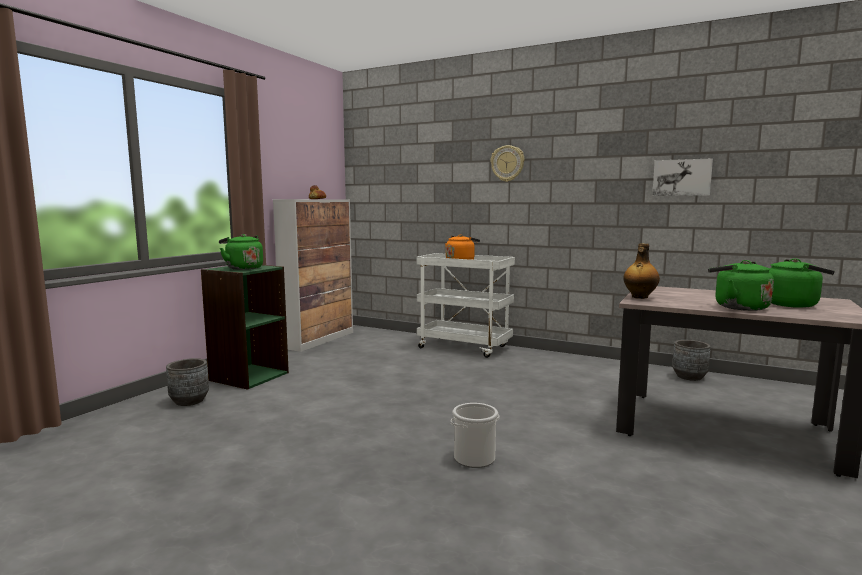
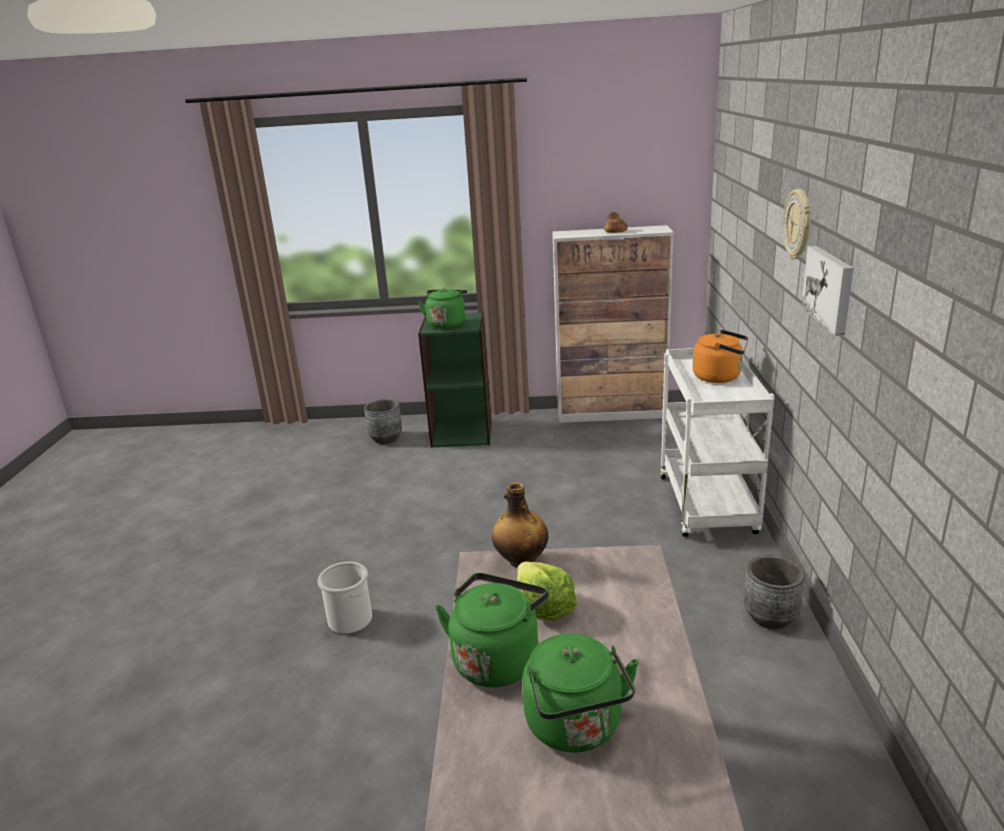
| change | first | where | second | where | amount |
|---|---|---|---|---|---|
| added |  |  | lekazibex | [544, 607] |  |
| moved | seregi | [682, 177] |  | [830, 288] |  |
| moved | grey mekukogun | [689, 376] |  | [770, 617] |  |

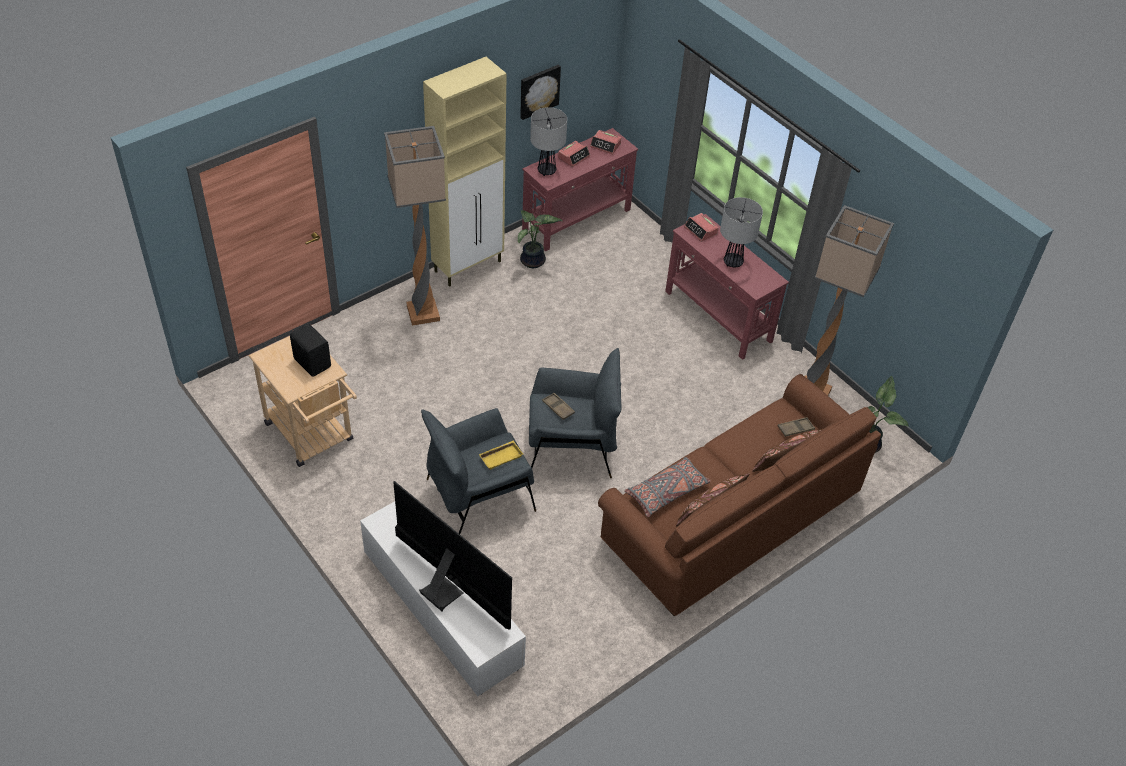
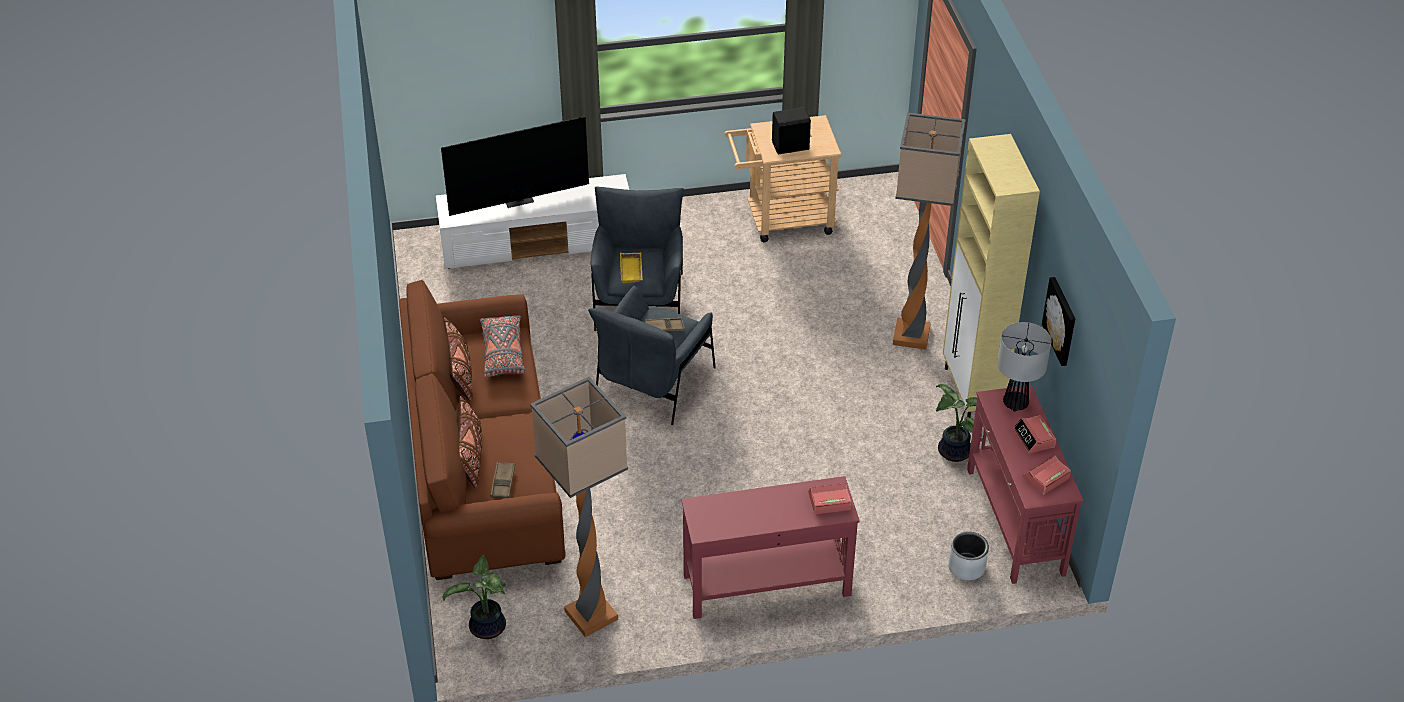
| change | first | where | second | where | amount |
|---|---|---|---|---|---|
| removed | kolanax | [732, 262] |  |  |  |
| added |  |  | grey mekukogun | [966, 567] |  |

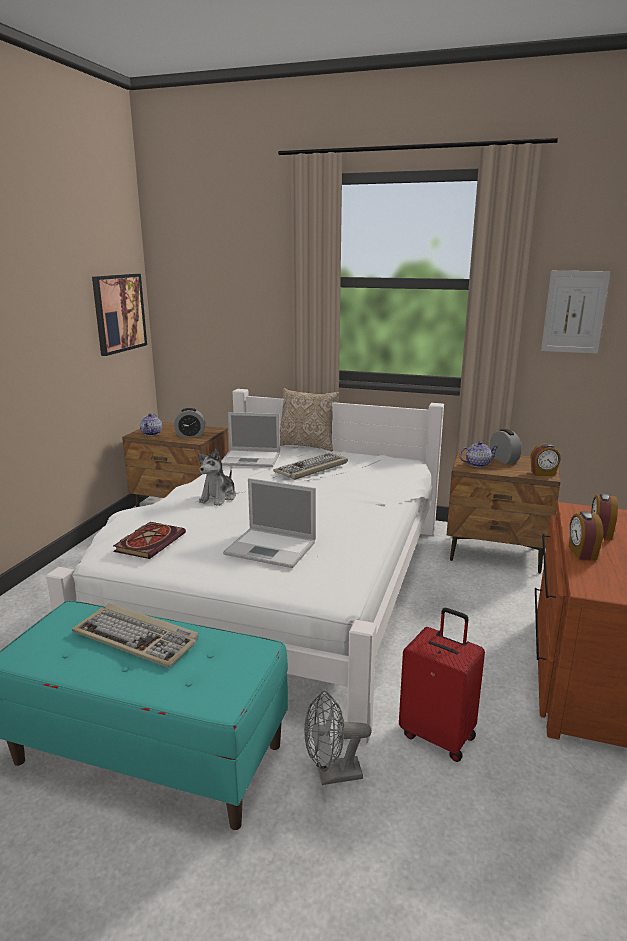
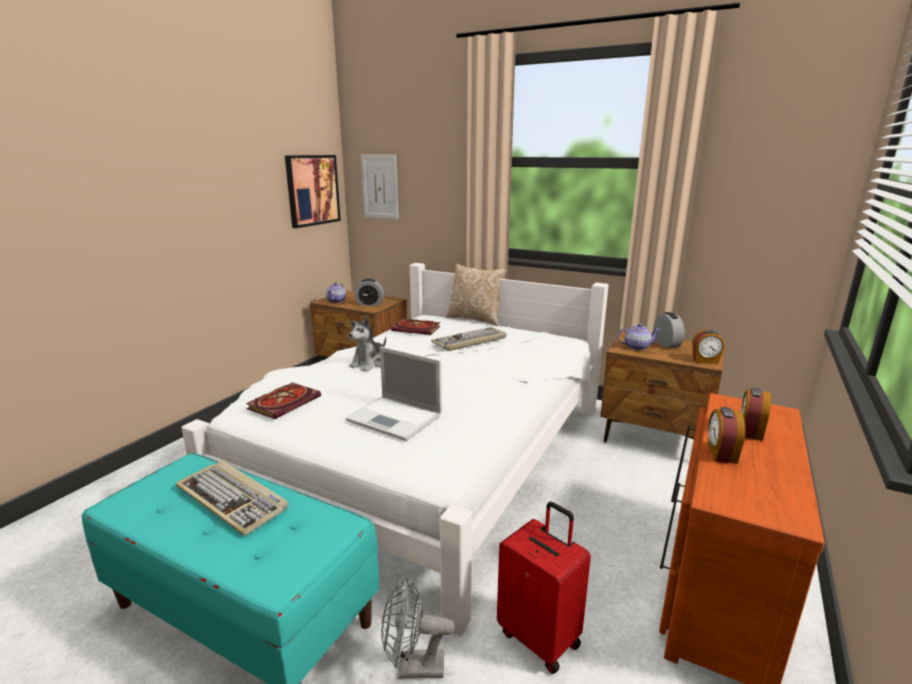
| change | first | where | second | where | amount |
|---|---|---|---|---|---|
| moved | seregi | [574, 312] |  | [379, 186] |  |
| replaced | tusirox | [252, 459] | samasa | [417, 329] |  |

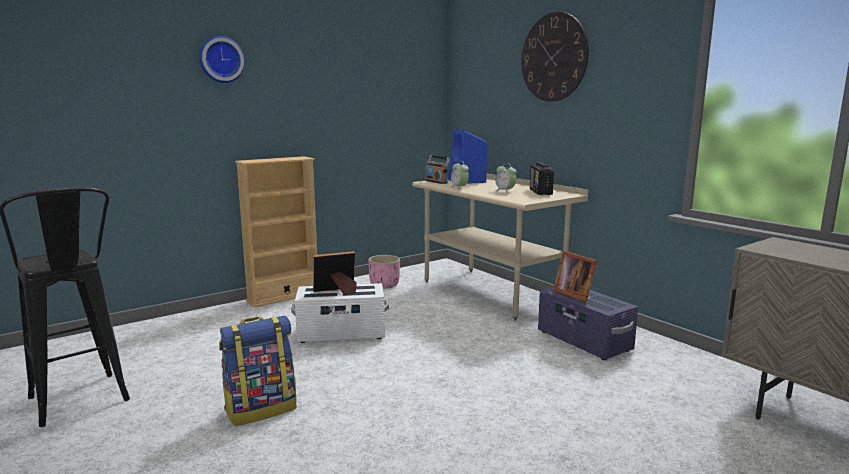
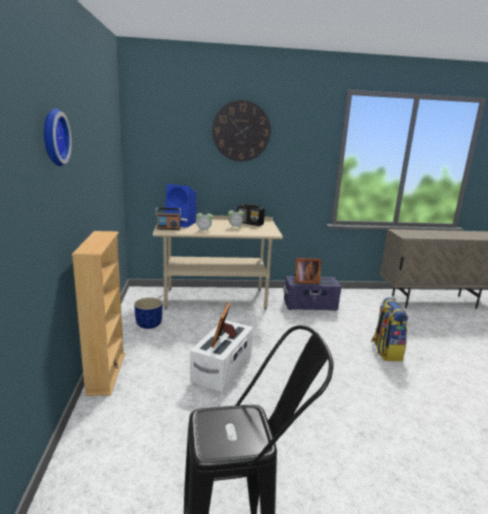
| change | first | where | second | where | amount |
|---|---|---|---|---|---|
| moved | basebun | [261, 409] |  | [386, 351] |  |
| recoloured | pink mekukogun | [384, 285] | blue mekukogun | [149, 324] |  |

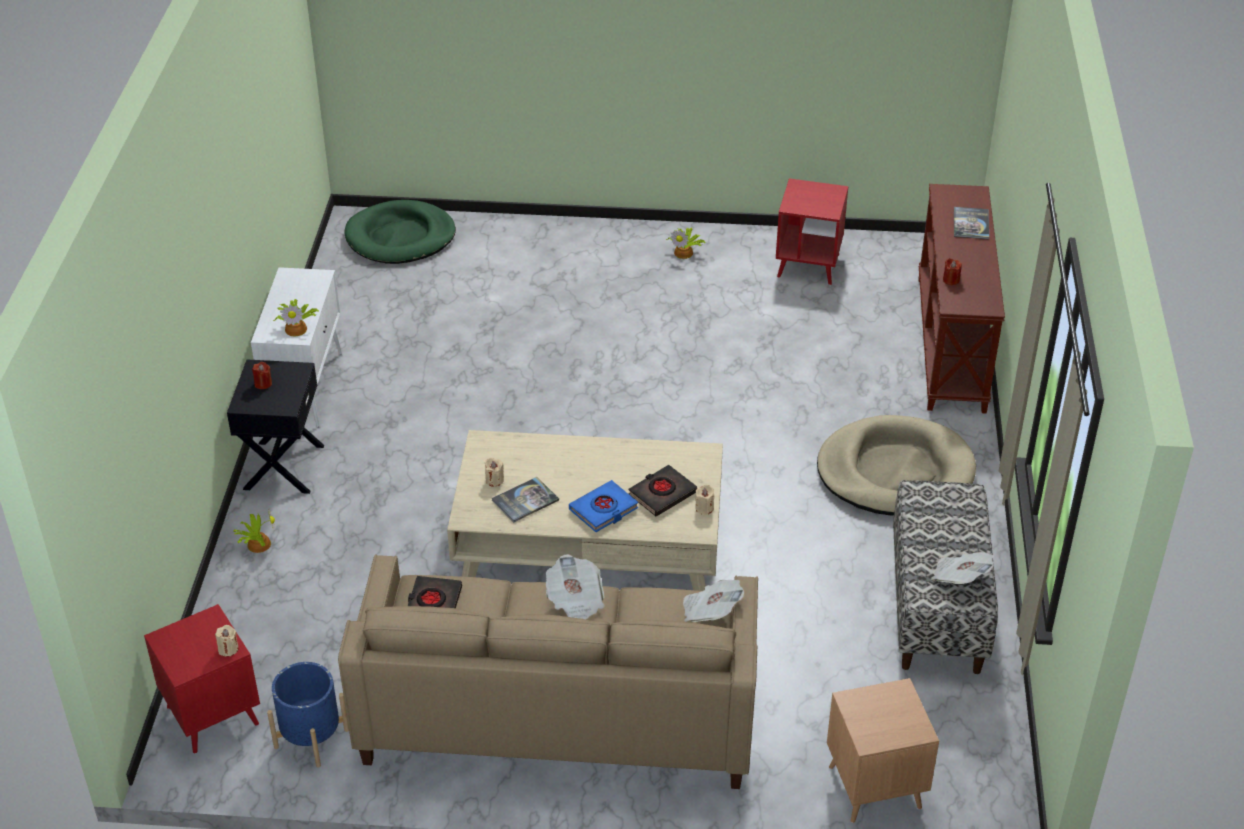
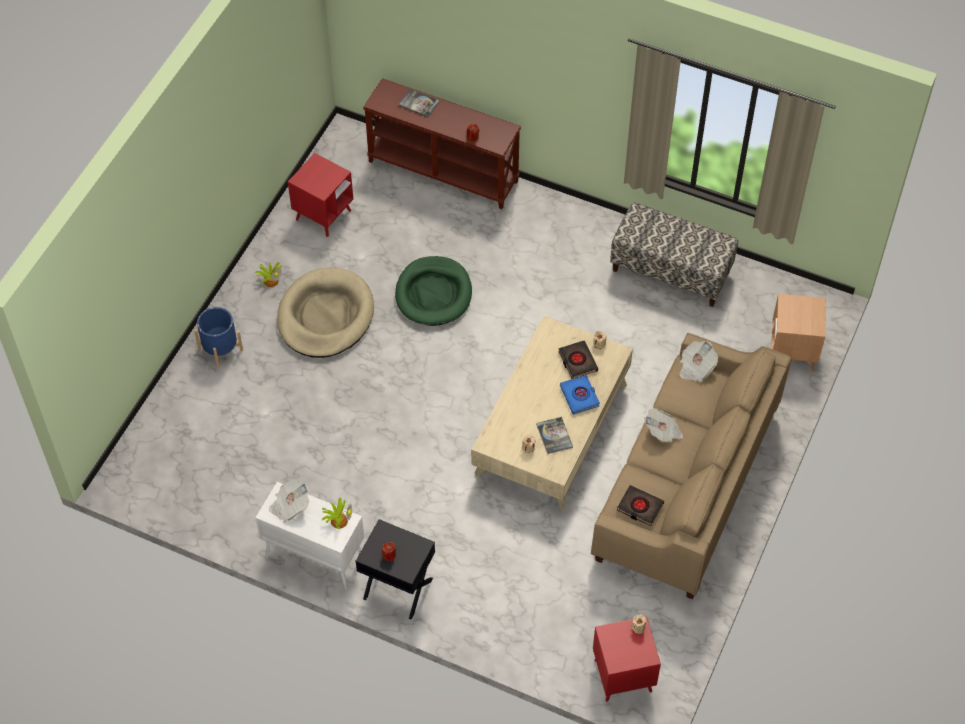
| change | first | where | second | where | amount |
|---|---|---|---|---|---|
| removed | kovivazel | [257, 544] |  |  |  |
| moved | blue mekukogun | [311, 738] |  | [220, 349] |  |
| moved | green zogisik | [400, 237] |  | [433, 294] |  |
| moved | beige zogisik | [895, 472] |  | [325, 316] |  |
| moved | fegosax | [959, 578] |  | [290, 506] |  |

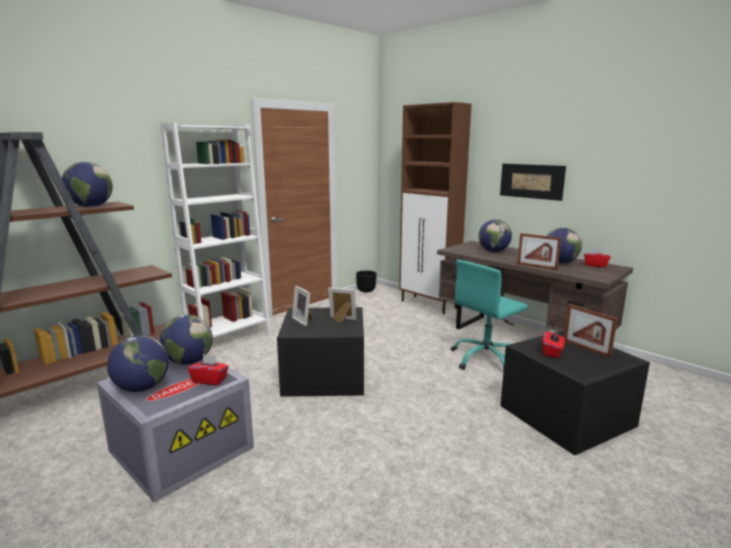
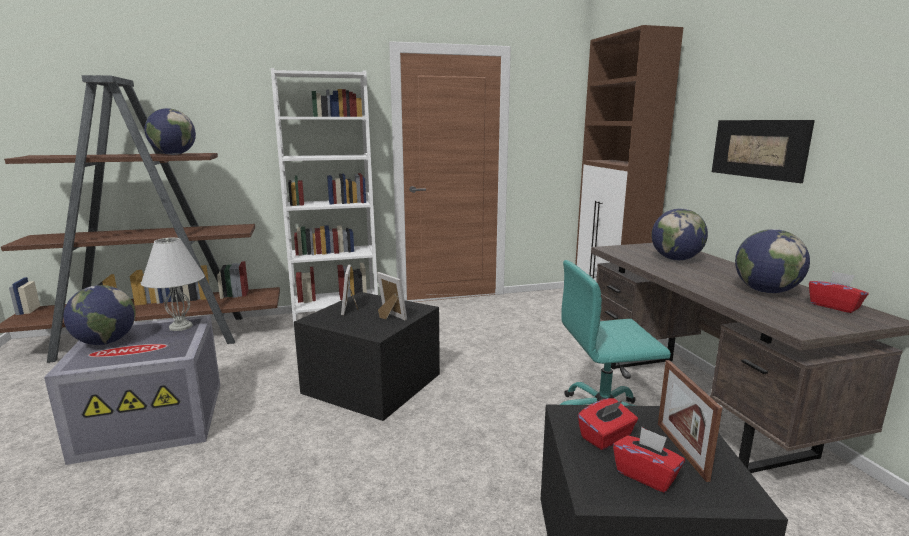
| change | first | where | second | where | amount |
|---|---|---|---|---|---|
| removed | black mekukogun | [366, 291] |  |  |  |
| removed | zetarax | [537, 266] |  |  |  |
| moved | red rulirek | [210, 380] |  | [646, 475] |  |
| replaced | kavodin | [189, 362] | white kolanax | [181, 327] |  |

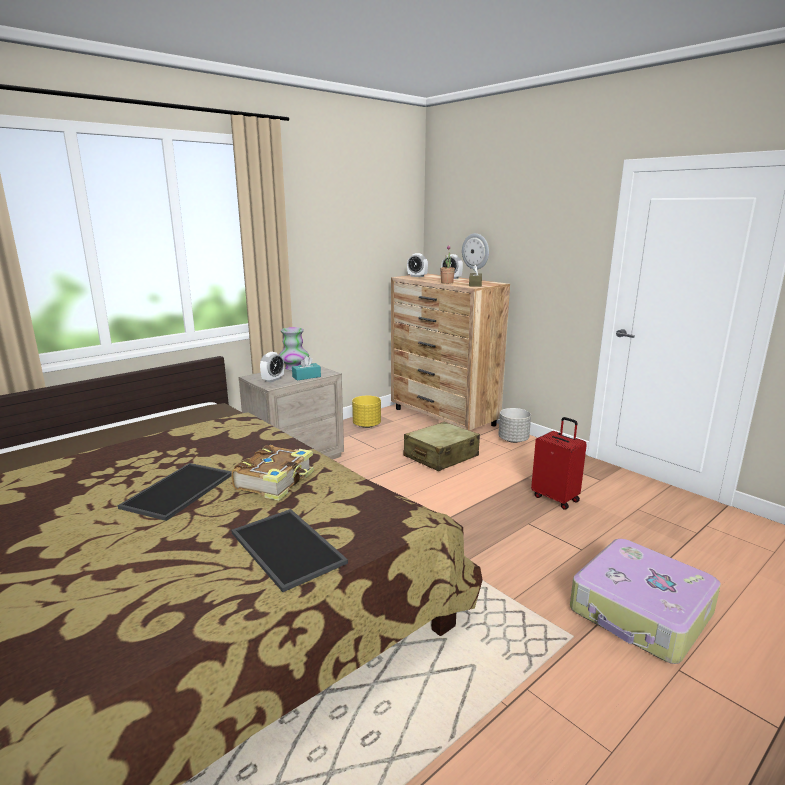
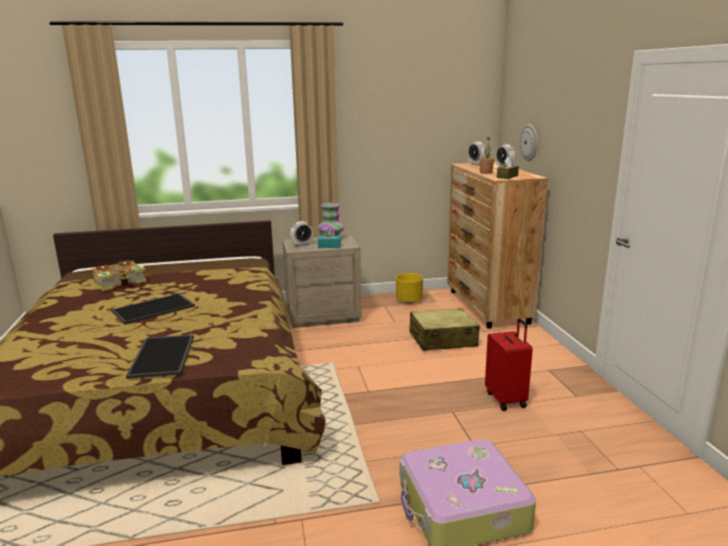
| change | first | where | second | where | amount |
|---|---|---|---|---|---|
| removed | grey mekukogun | [513, 440] |  |  |  |
| moved | samasa | [276, 481] |  | [120, 282] |  |

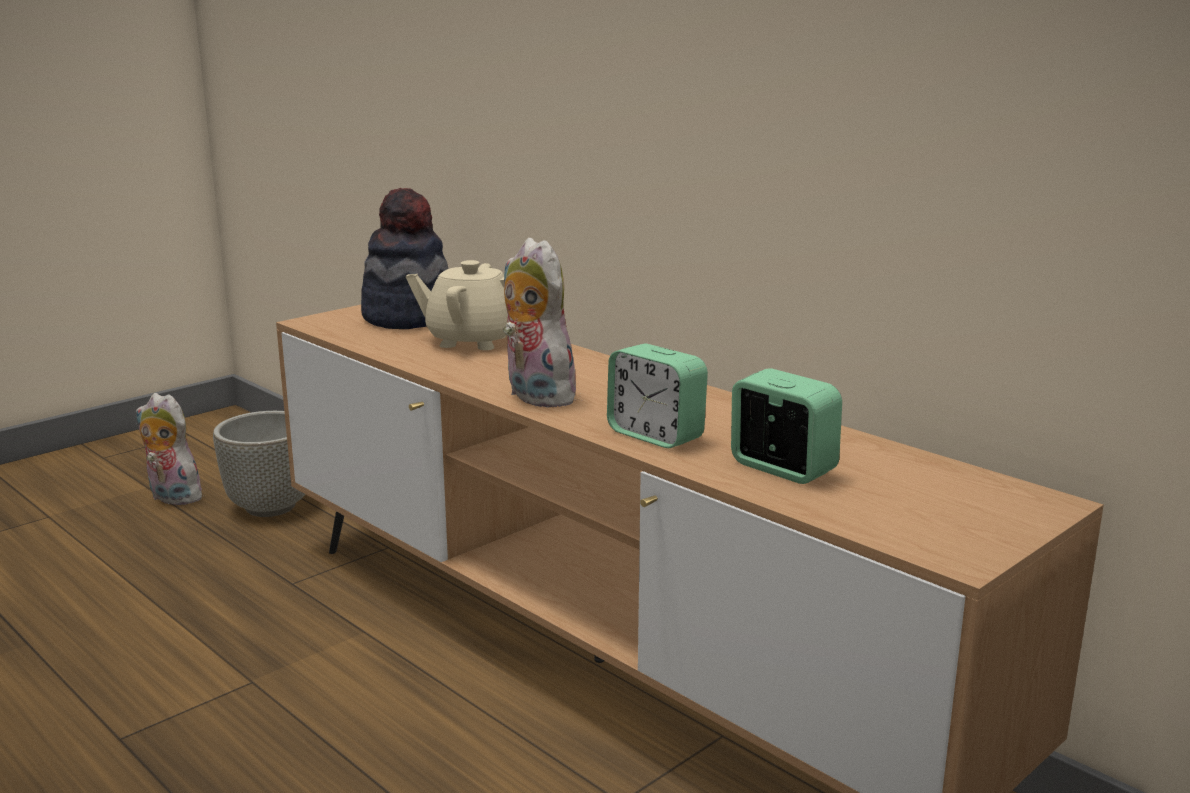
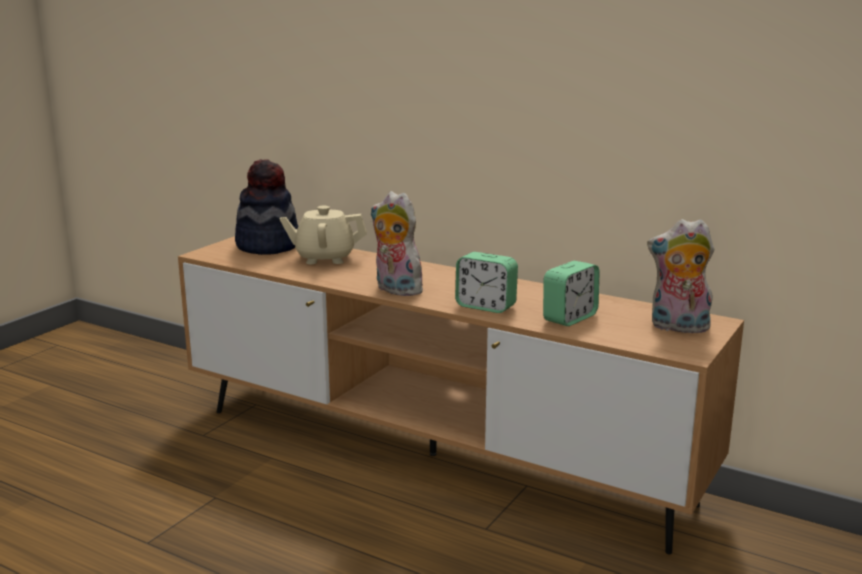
| change | first | where | second | where | amount |
|---|---|---|---|---|---|
| removed | grey mekukogun | [271, 507] |  |  |  |
| moved | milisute | [171, 498] |  | [678, 328] |  |
| turned | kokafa | [782, 468] |  | [569, 318] | 105 degrees clockwise |

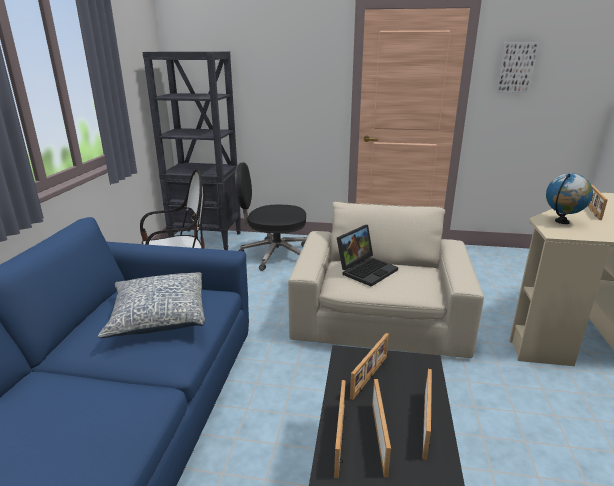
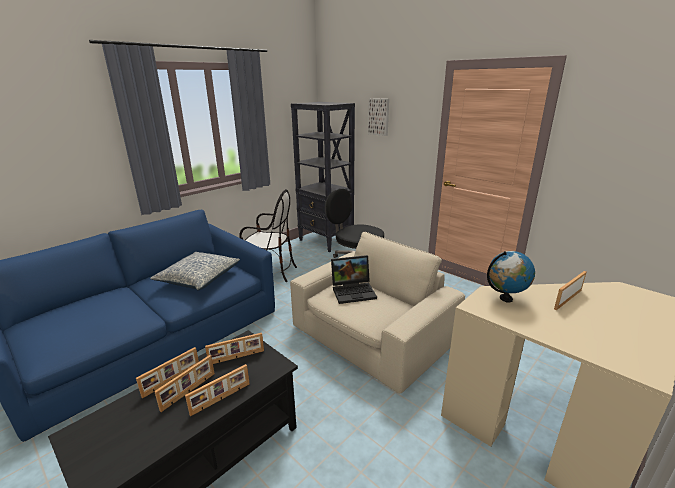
| change | first | where | second | where | amount |
|---|---|---|---|---|---|
| moved | seregi | [516, 68] |  | [379, 116] |  |

